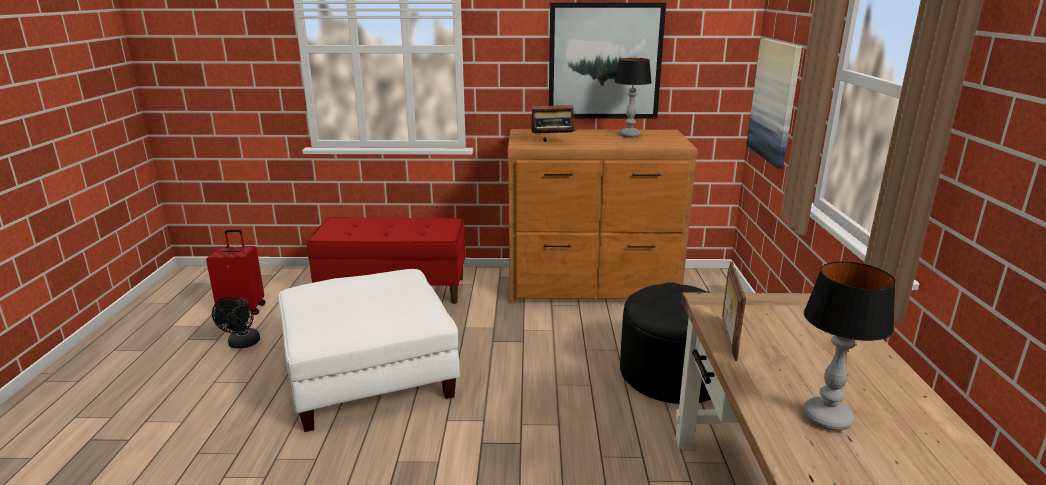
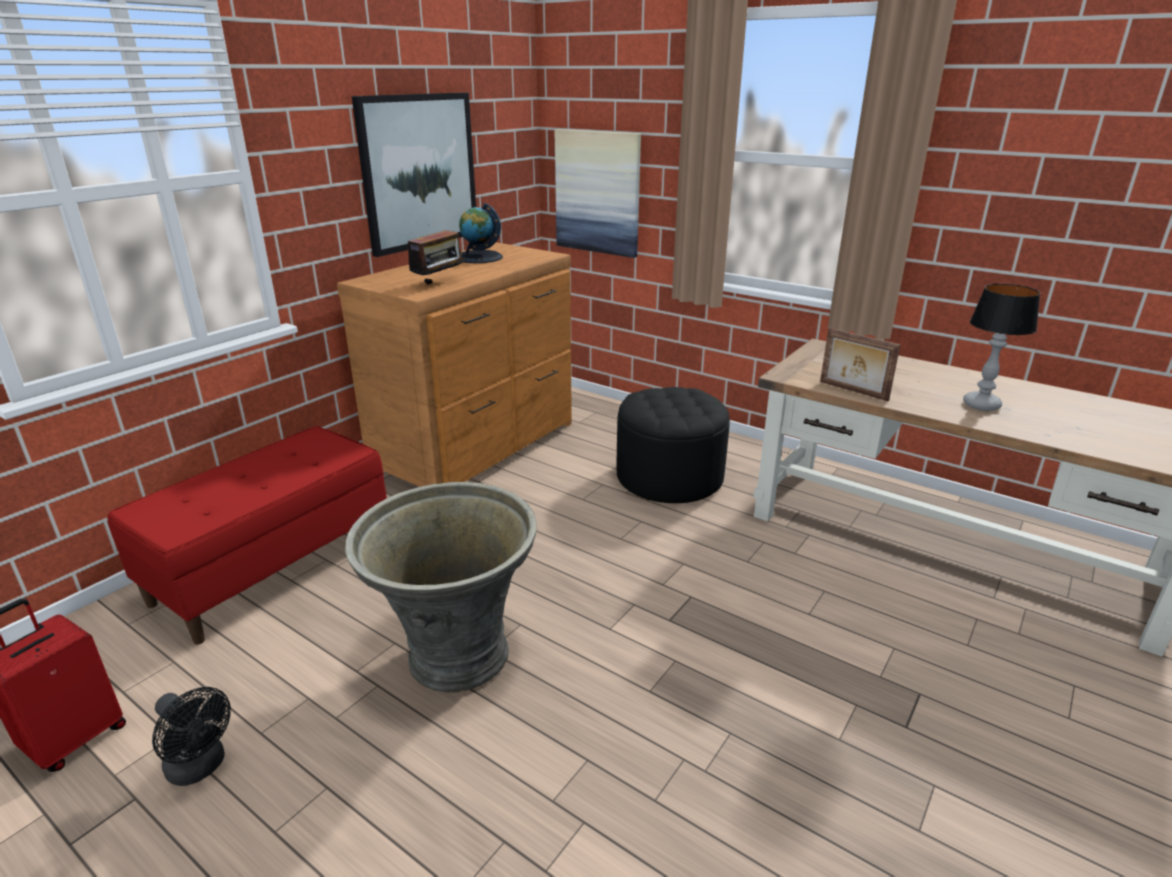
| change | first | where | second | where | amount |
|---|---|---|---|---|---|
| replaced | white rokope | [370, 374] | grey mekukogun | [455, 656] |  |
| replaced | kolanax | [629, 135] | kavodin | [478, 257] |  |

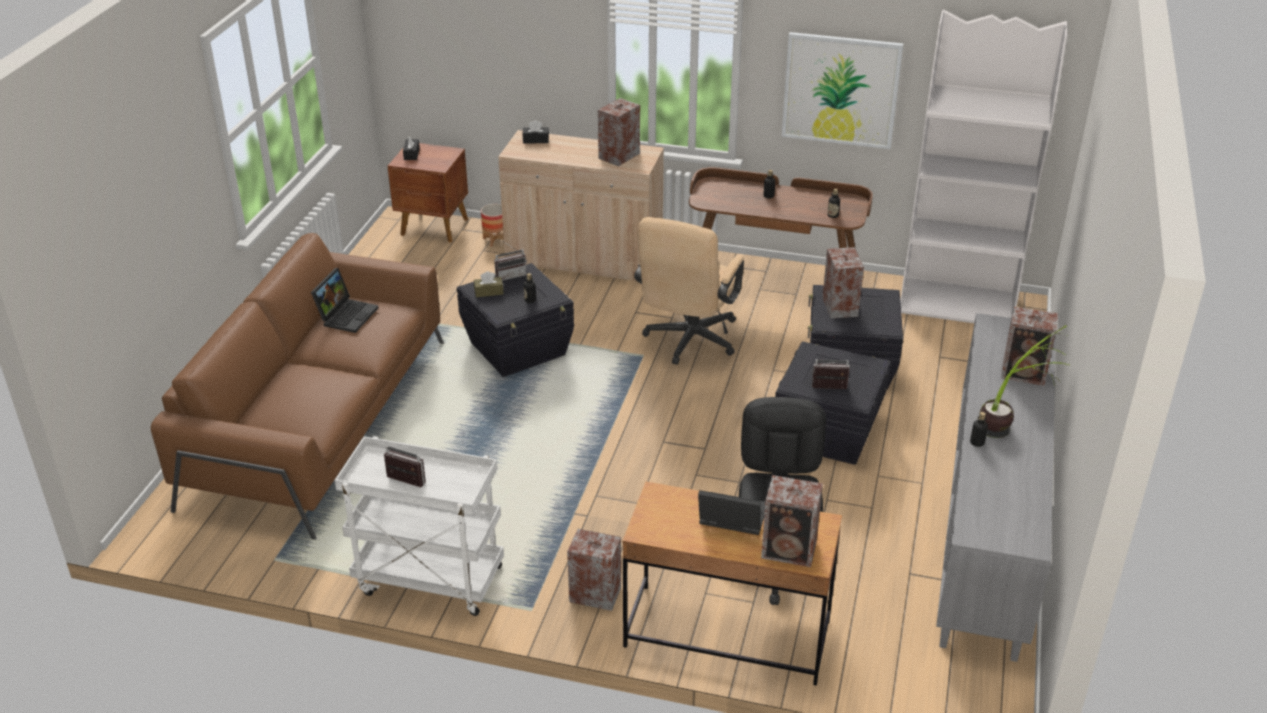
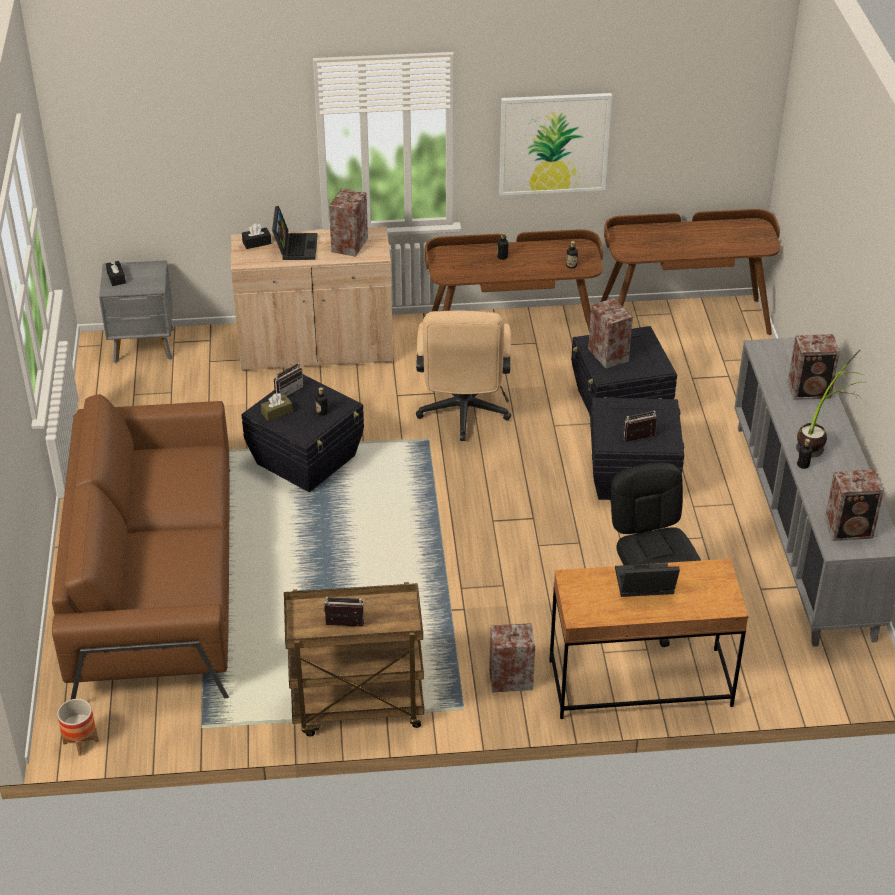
| change | first | where | second | where | amount |
|---|---|---|---|---|---|
| moved | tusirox | [347, 315] |  | [294, 246] |  |
| moved | mekukogun | [495, 240] |  | [81, 742] |  |
| moved | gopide | [790, 550] |  | [850, 529] |  |
| replaced | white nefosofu | [958, 303] | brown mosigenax | [683, 320] |  |
| recoloured | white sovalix | [428, 581] | brown sovalix | [356, 708] |  |
| recoloured | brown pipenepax | [434, 228] | grey pipenepax | [144, 346] |  |

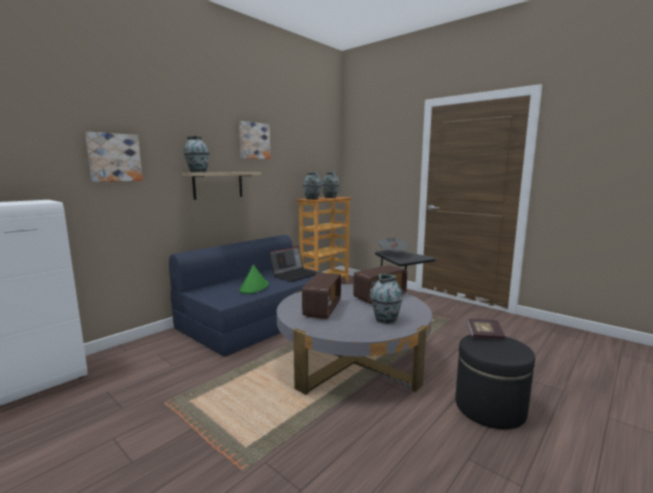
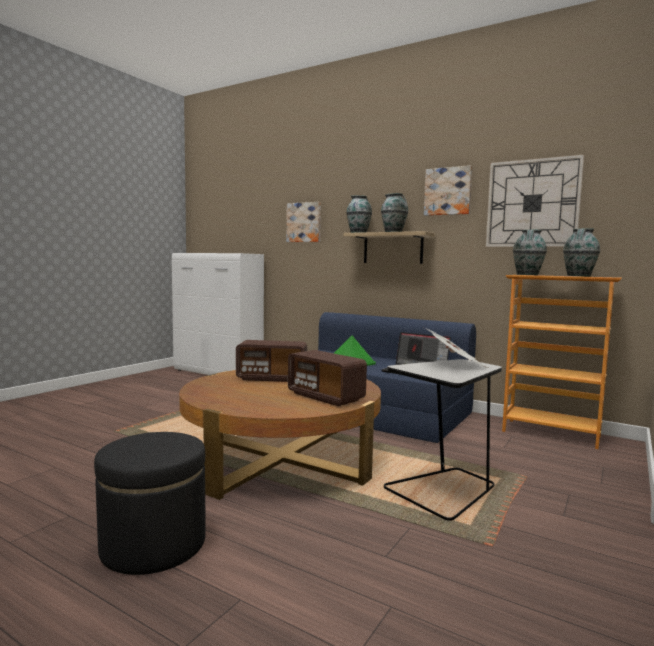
| change | first | where | second | where | amount |
|---|---|---|---|---|---|
| removed | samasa | [484, 335] |  |  |  |
| added |  |  | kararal | [532, 203] |  |
| moved | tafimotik | [386, 319] |  | [394, 232] |  |
| recoloured | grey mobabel | [352, 360] | brown mobabel | [281, 459] |  |

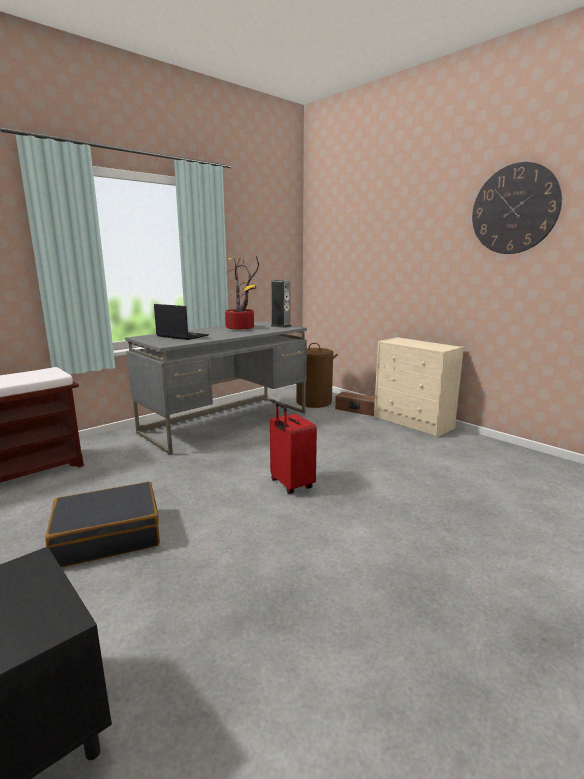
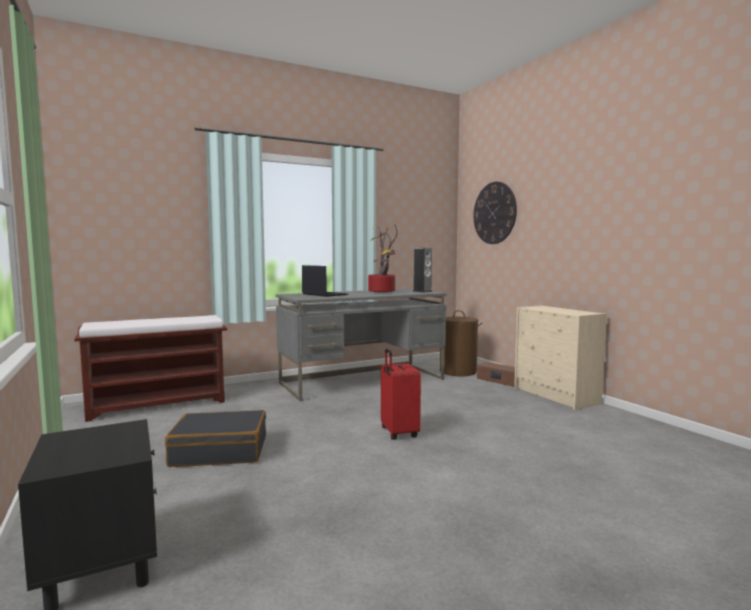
| change | first | where | second | where | amount |
|---|---|---|---|---|---|
| moved | kararal | [514, 209] |  | [494, 213] |  |

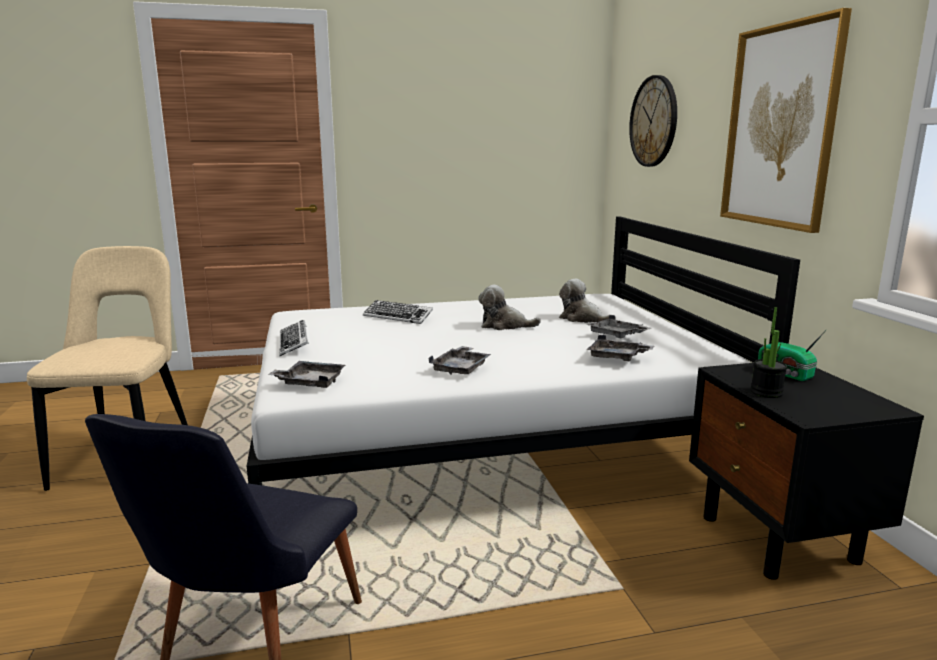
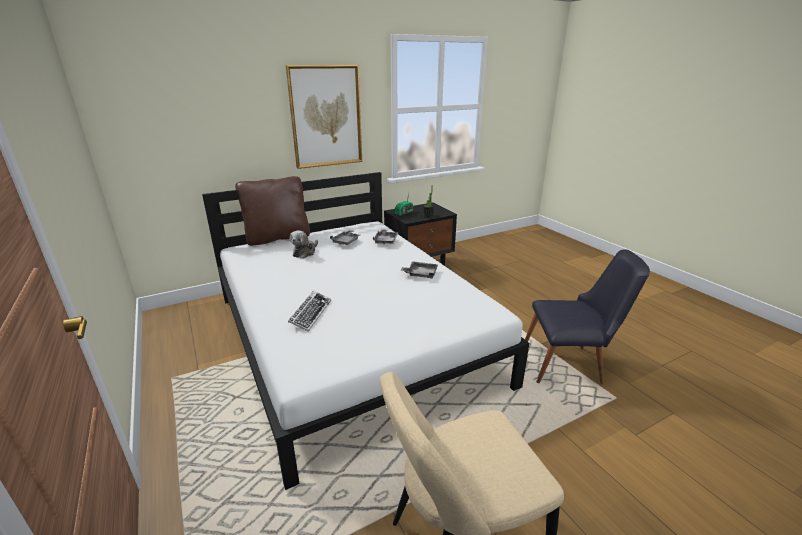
| change | first | where | second | where | amount |
|---|---|---|---|---|---|
| removed | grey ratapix | [310, 382] |  |  |  |
| removed | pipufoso | [294, 343] |  |  |  |
| removed | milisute | [504, 325] |  |  |  |
| removed | kararal | [654, 121] |  |  |  |
| added |  |  | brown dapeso | [278, 238] |  |

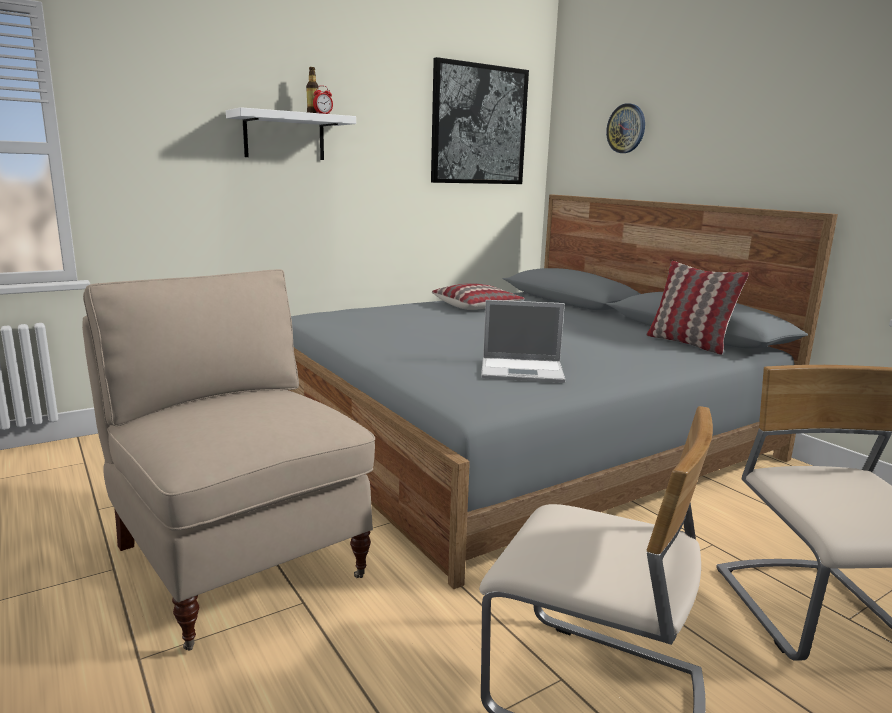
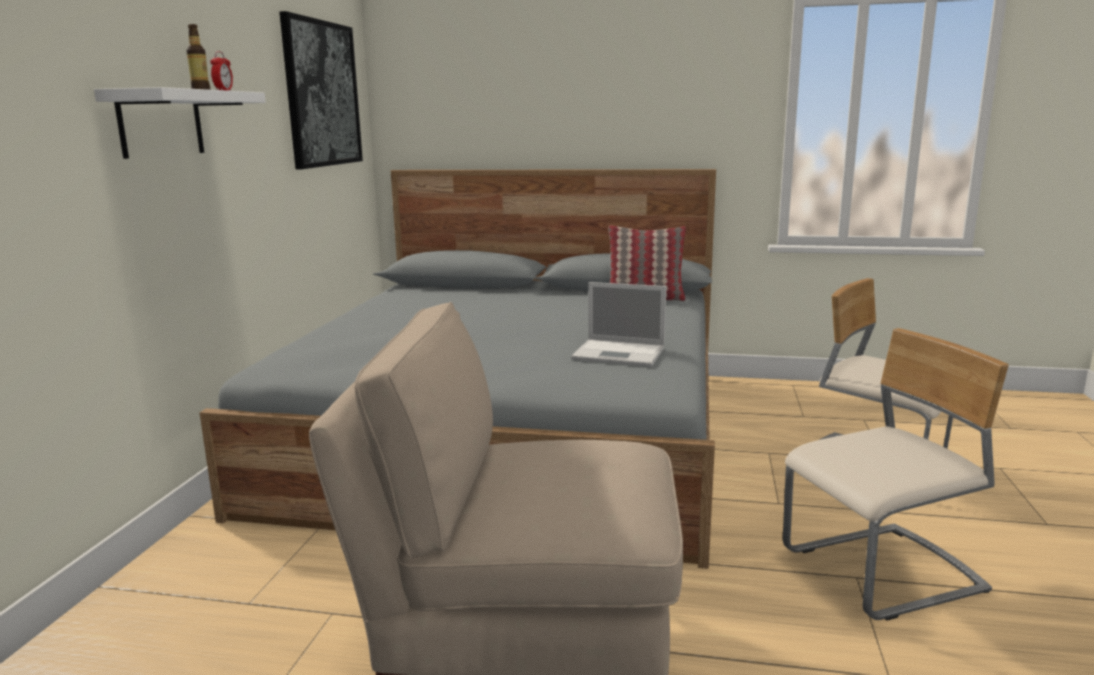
| change | first | where | second | where | amount |
|---|---|---|---|---|---|
| removed | dapeso | [477, 306] |  |  |  |
| removed | kararal | [626, 128] |  |  |  |
| turned | tusirox | [523, 371] |  | [620, 353] | 60 degrees clockwise |

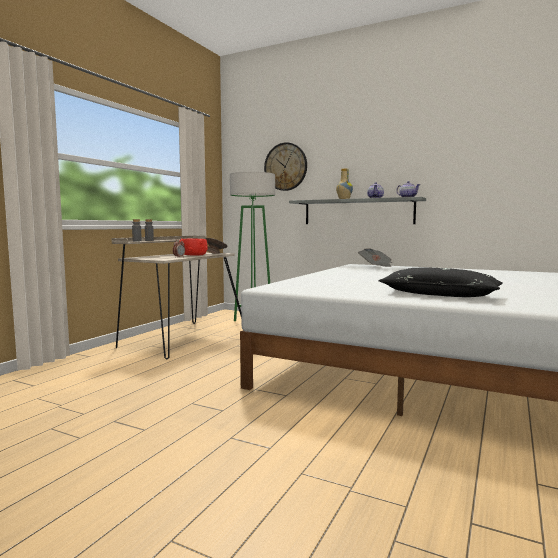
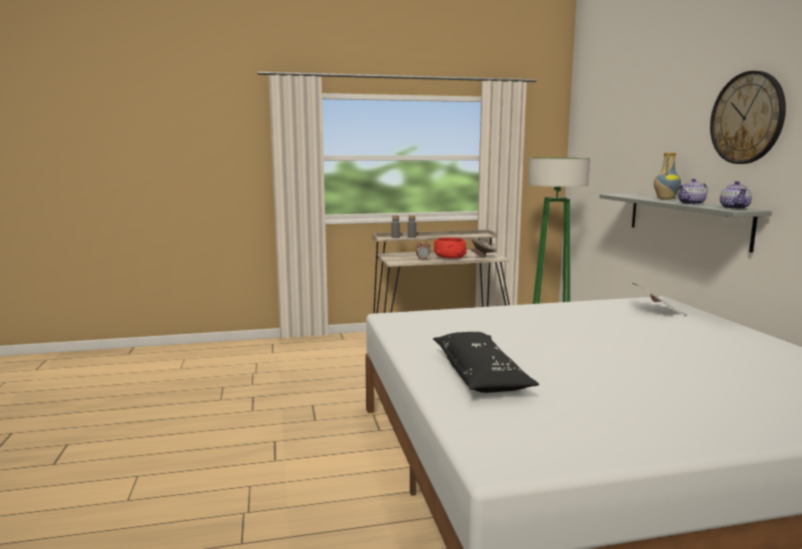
| change | first | where | second | where | amount |
|---|---|---|---|---|---|
| moved | kararal | [285, 167] |  | [747, 118] |  |

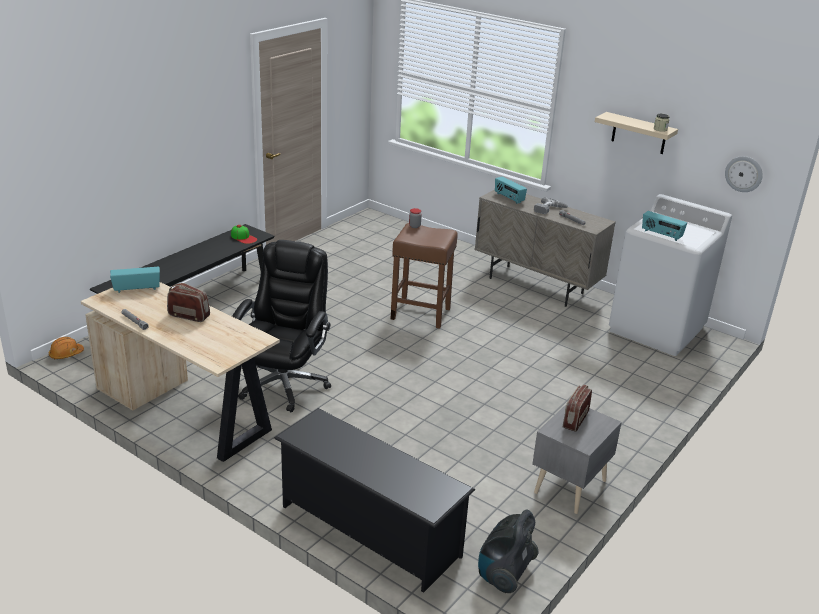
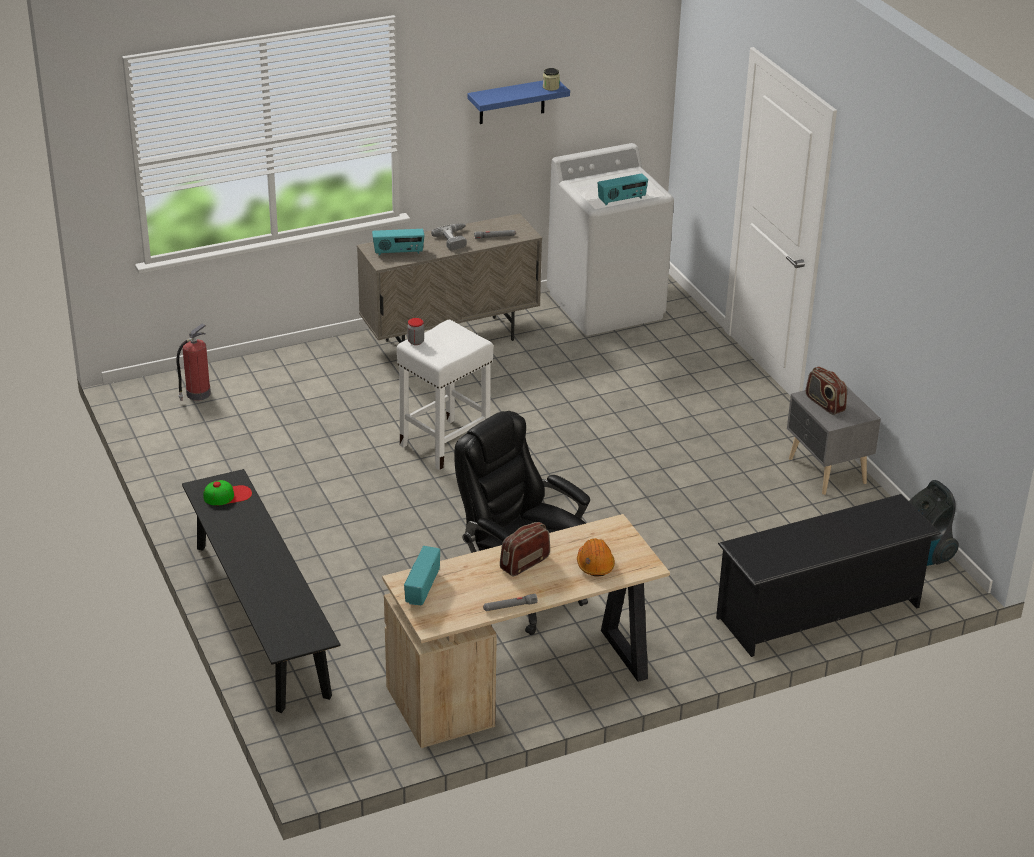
| change | first | where | second | where | amount |
|---|---|---|---|---|---|
| removed | kararal | [744, 174] |  |  |  |
| added |  |  | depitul | [197, 394] |  |
| moved | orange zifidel | [66, 354] |  | [595, 564] |  |
| recoloured | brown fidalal | [421, 314] | white fidalal | [446, 443] |  |
| recoloured | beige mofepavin | [639, 133] | blue mofepavin | [512, 101] |  |

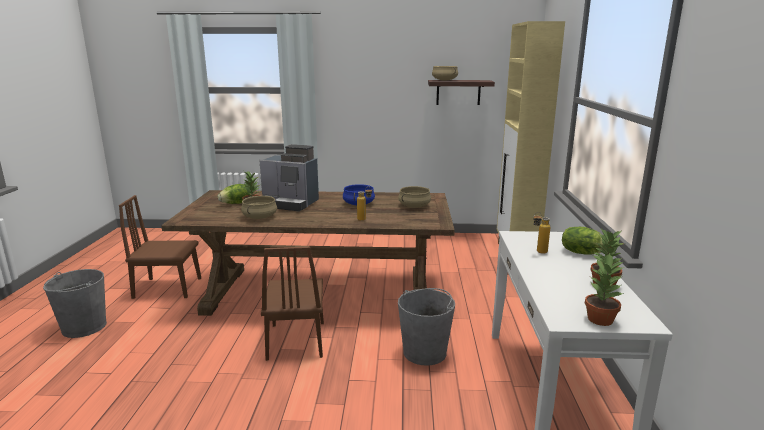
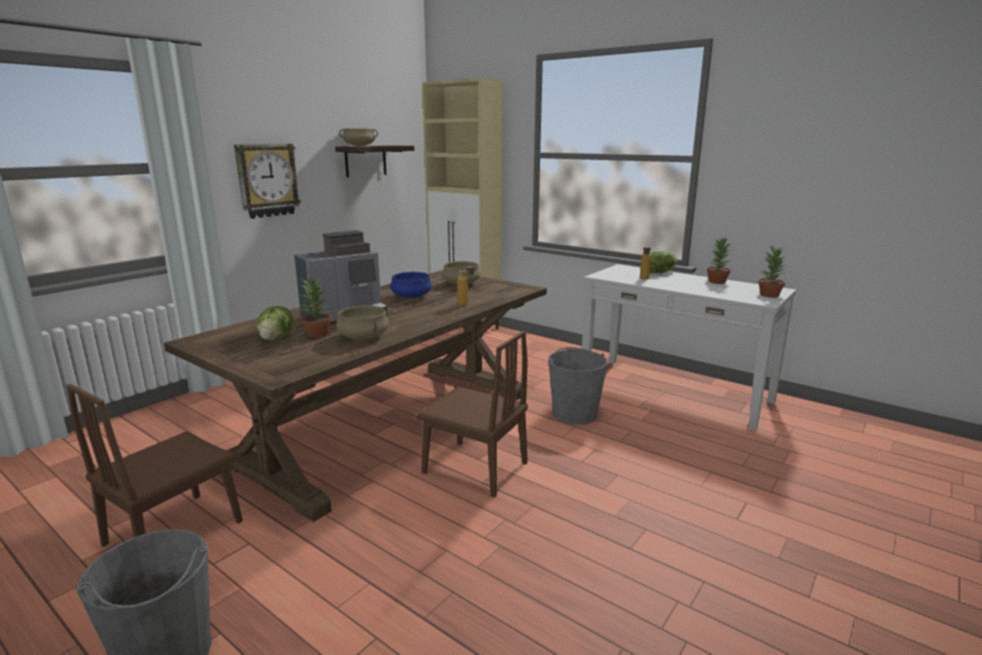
| change | first | where | second | where | amount |
|---|---|---|---|---|---|
| added |  |  | kararal | [267, 180] |  |

